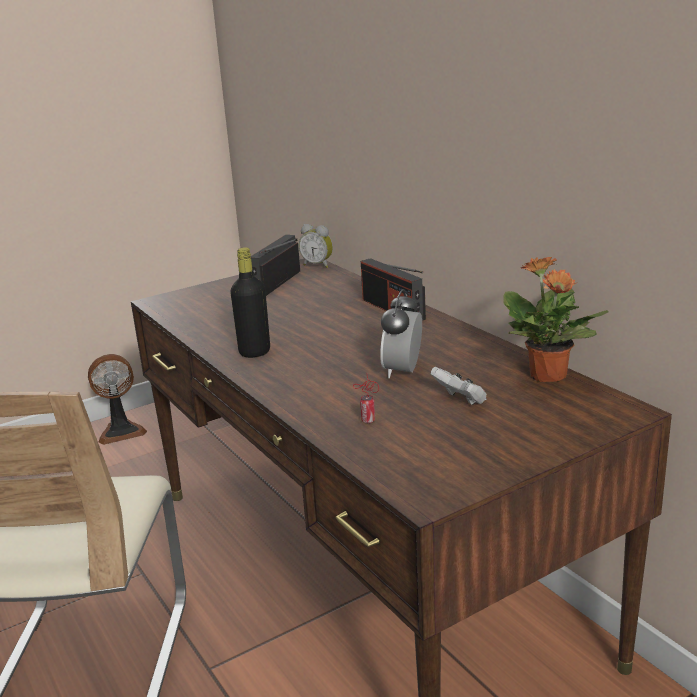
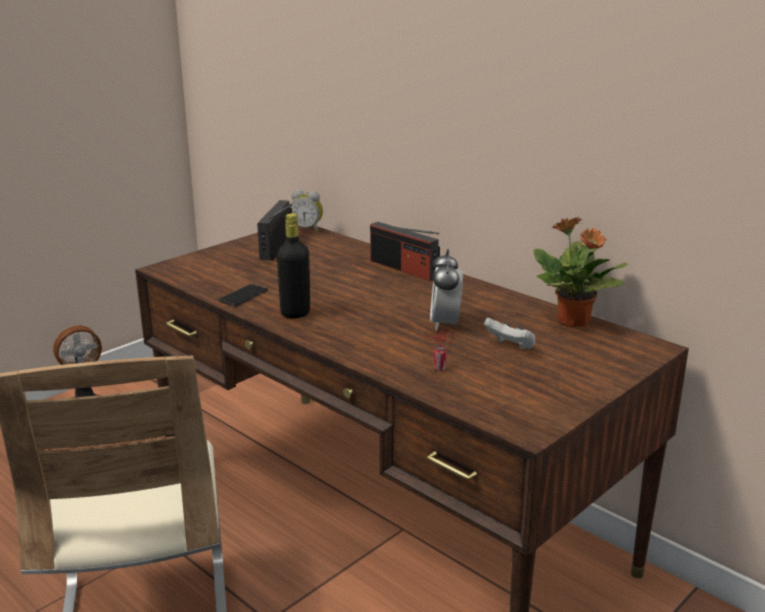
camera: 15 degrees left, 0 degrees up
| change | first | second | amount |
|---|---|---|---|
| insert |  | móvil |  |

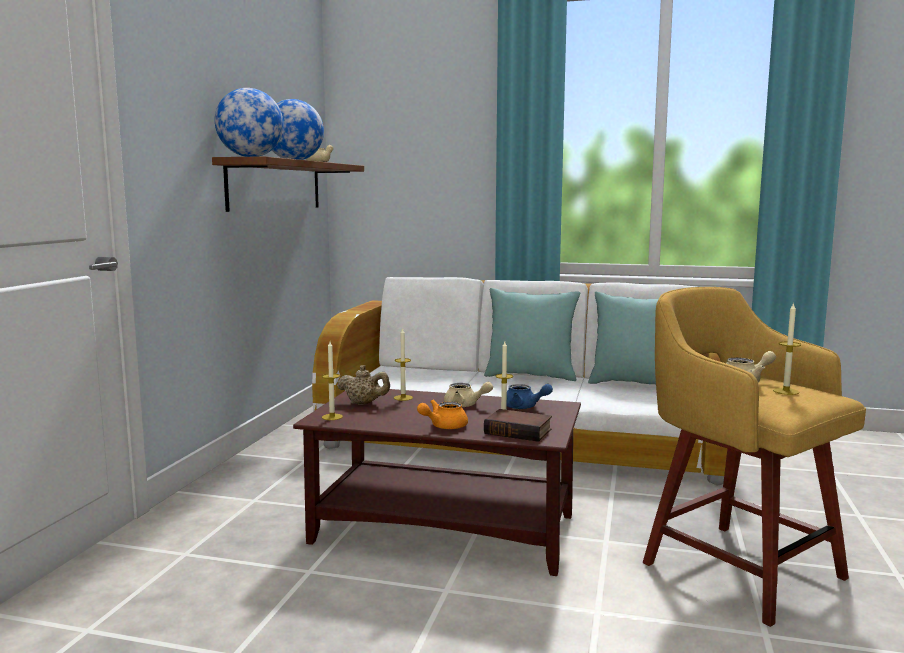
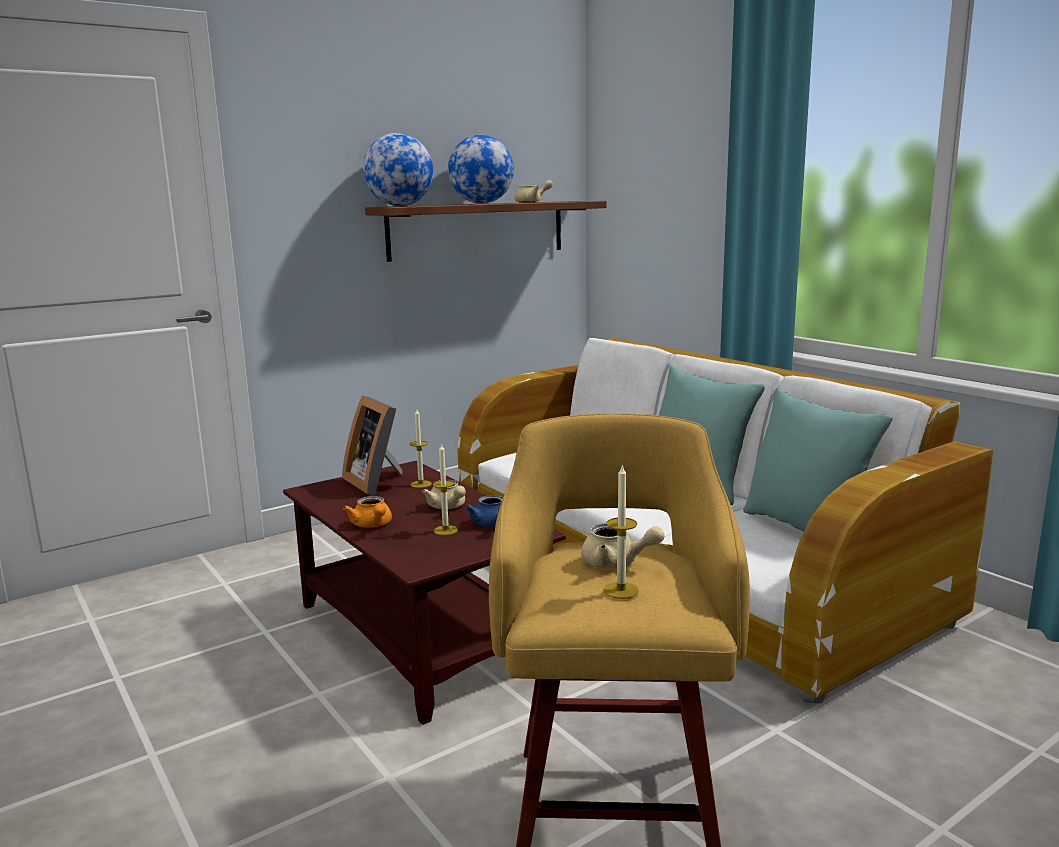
camera: 40 degrees right, 5 degrees up
| change | first | second | amount |
|---|---|---|---|
| replace | tetera (beis) (2nd from left) | portarretratos |  |
| rotate | tetera (naranja) |  | 120 degrees counterclockwise |
| delete | vela (1st from left) |  |  |
| delete | libro |  |  |

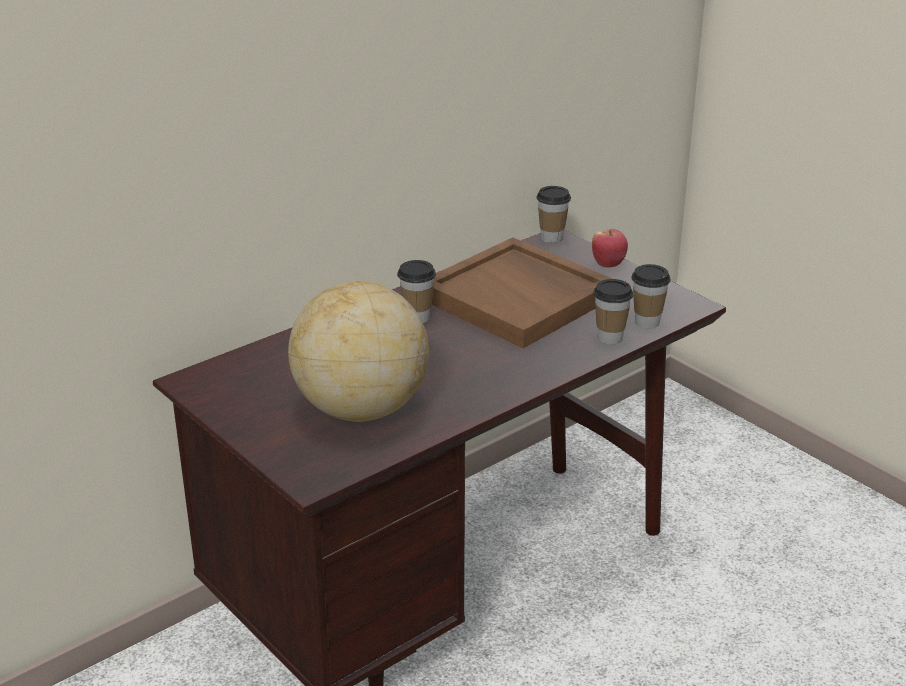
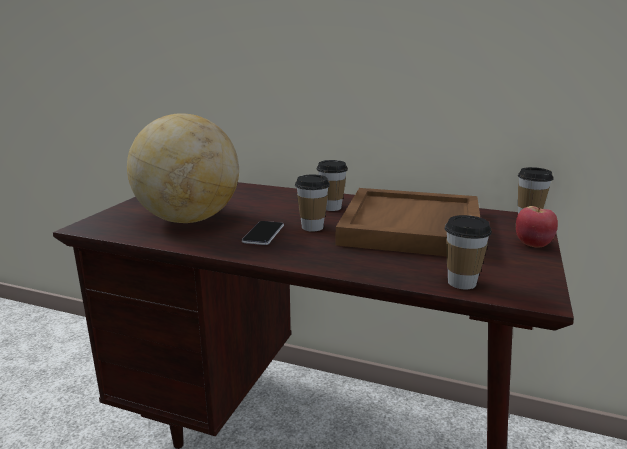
camera: 60 degrees right, 10 degrees down
| change | first | second | amount |
|---|---|---|---|
| insert |  | móvil |  |
| move | taza (3rd from left in the first image) | taza (1st from left) |  |

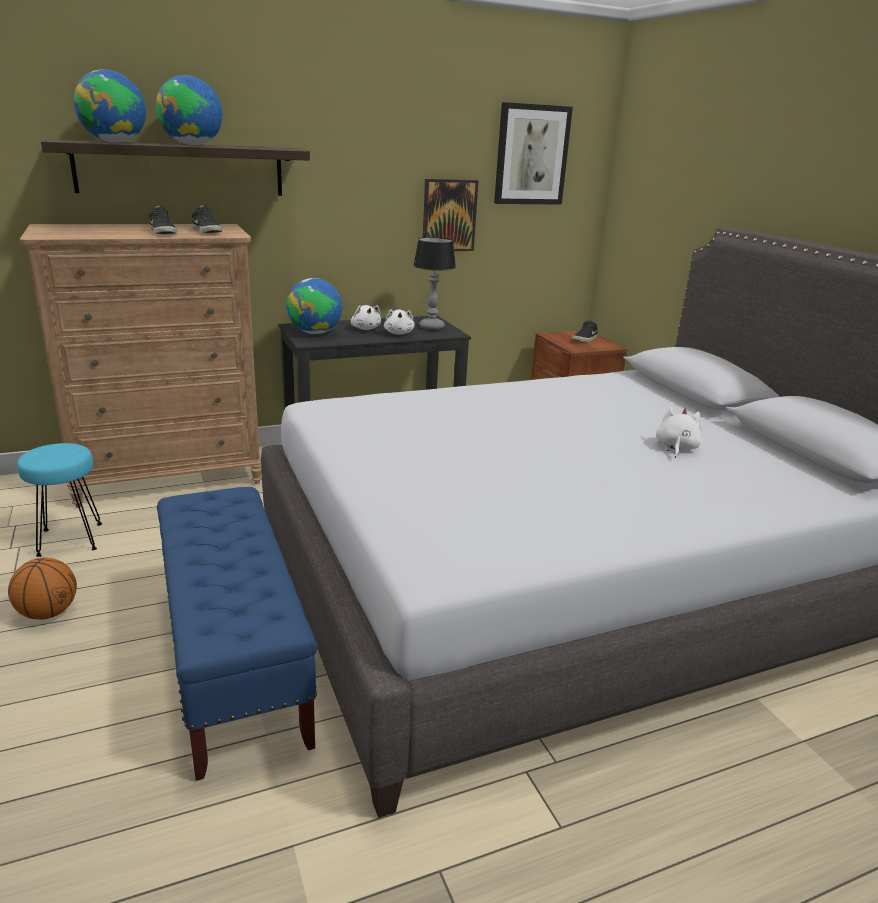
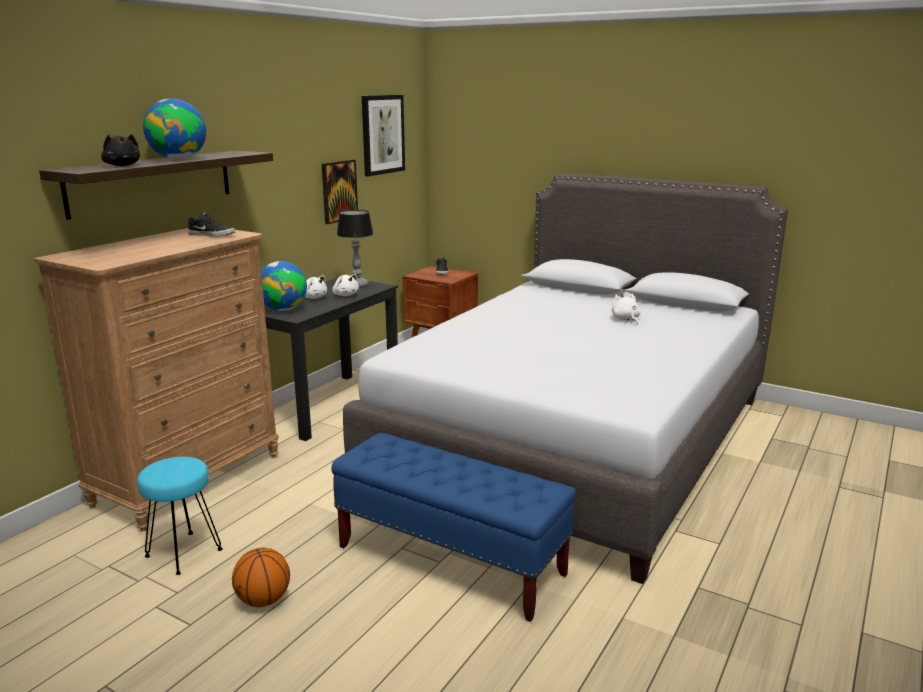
camera: 35 degrees left, 5 degrees down
| change | first | second | amount |
|---|---|---|---|
| replace | globo terráqueo (1st from left) | peluche (negro) |  |
| delete | zapato (negro) (1st from left) |  |  |

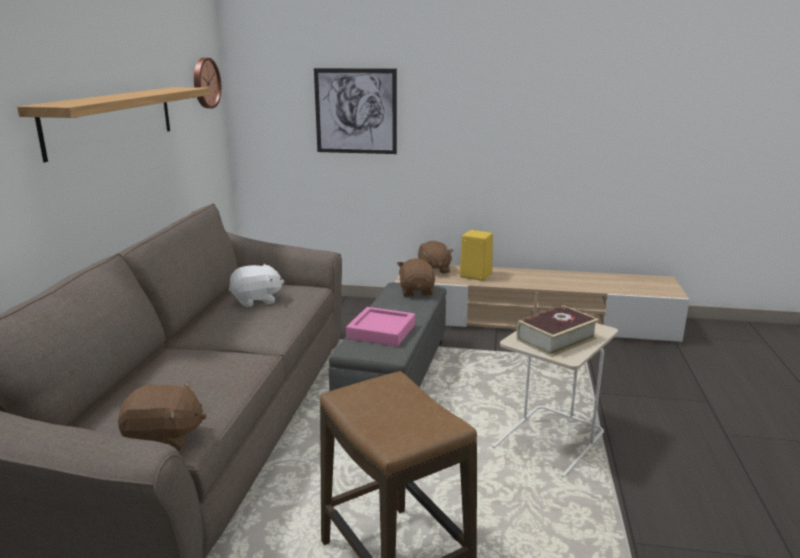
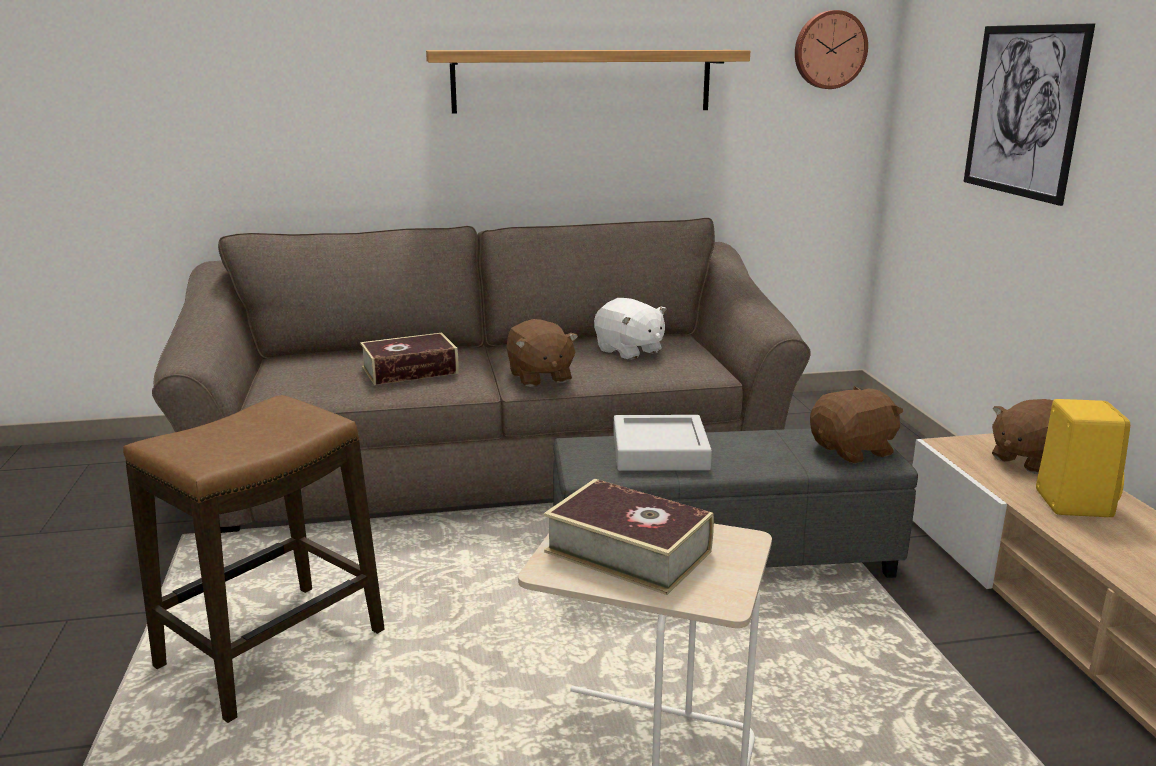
camera: 70 degrees right, 0 degrees up
| change | first | second | amount |
|---|---|---|---|
| insert |  | libro (1st from left) |  |
| move | peluche (marrón) (1st from left) |  |  |
| recolor | bandeja (rosa) | bandeja (gris) |  |

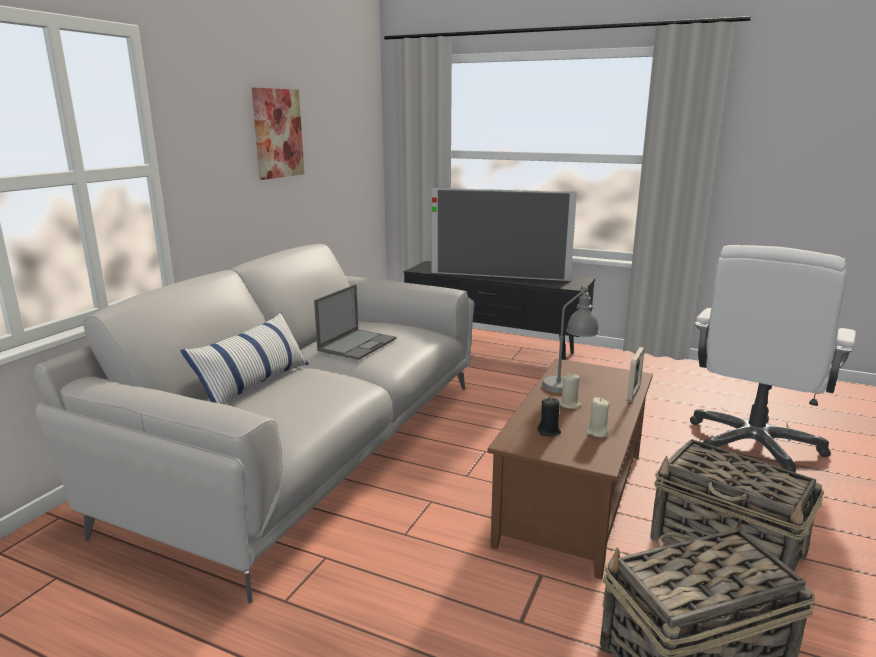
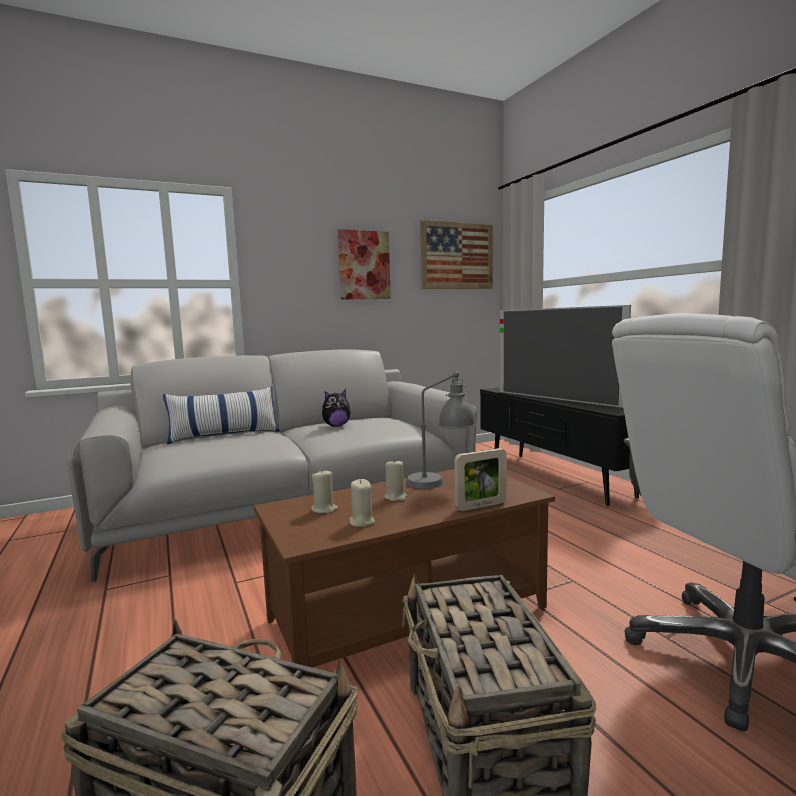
camera: 40 degrees right, 10 degrees down
| change | first | second | amount |
|---|---|---|---|
| recolor | vela (negro) | vela (beis) (1st from left) |  |
| replace | portátil | peluche |  |
| insert |  | cuadro (2nd from left) |  |

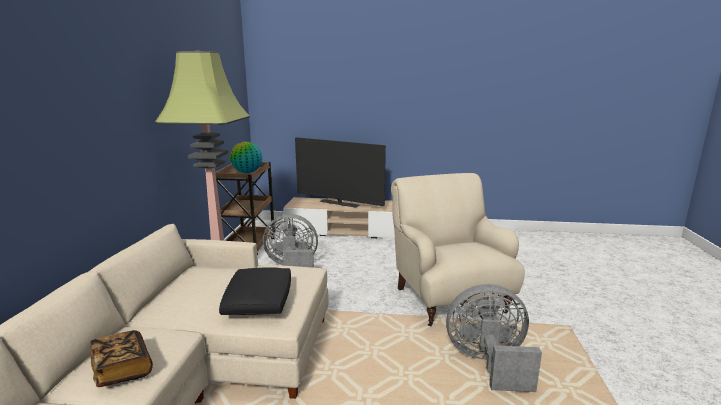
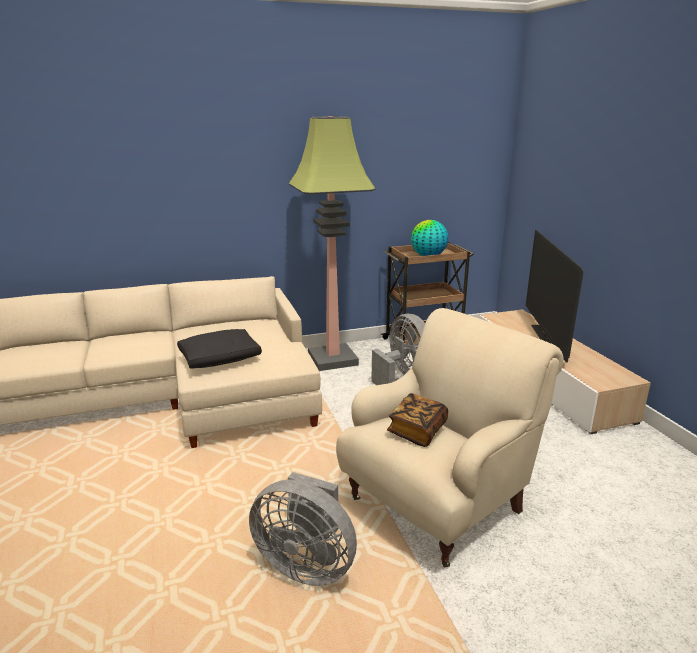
camera: 65 degrees right, 5 degrees up
| change | first | second | amount |
|---|---|---|---|
| rotate | ventilador (gris) (2nd from left in the first image) | ventilador (gris) (1st from left) | 135 degrees clockwise |
| move | libro |  |  |

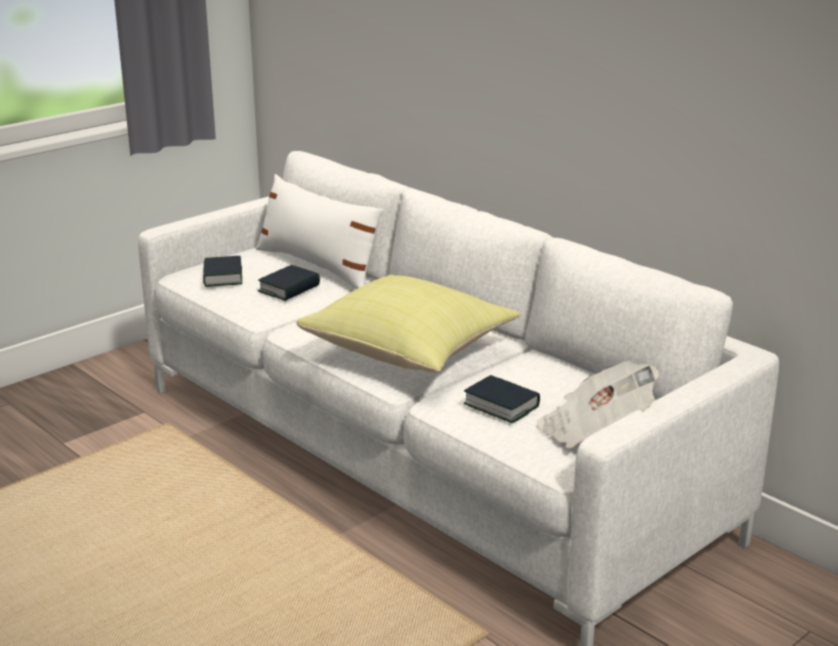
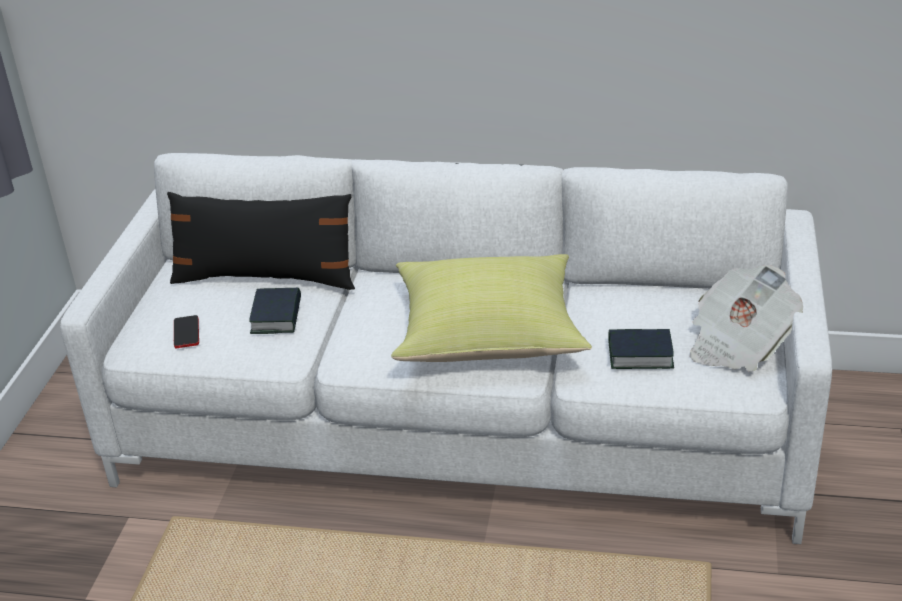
camera: 35 degrees left, 10 degrees up
| change | first | second | amount |
|---|---|---|---|
| recolor | cojín (blanco) | cojín (negro) |  |
| replace | libro (1st from left) | móvil |  |

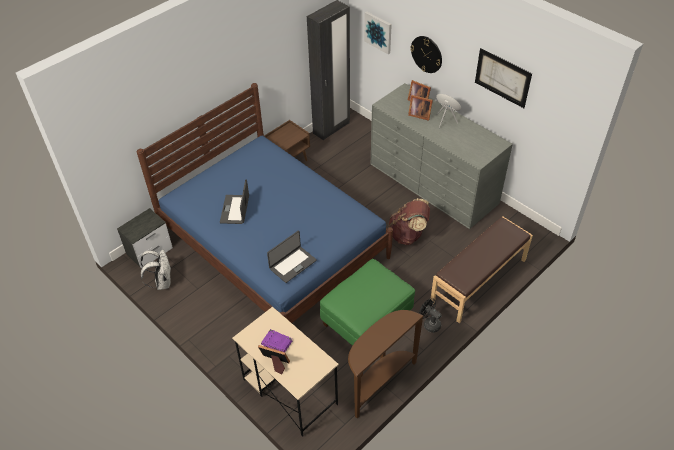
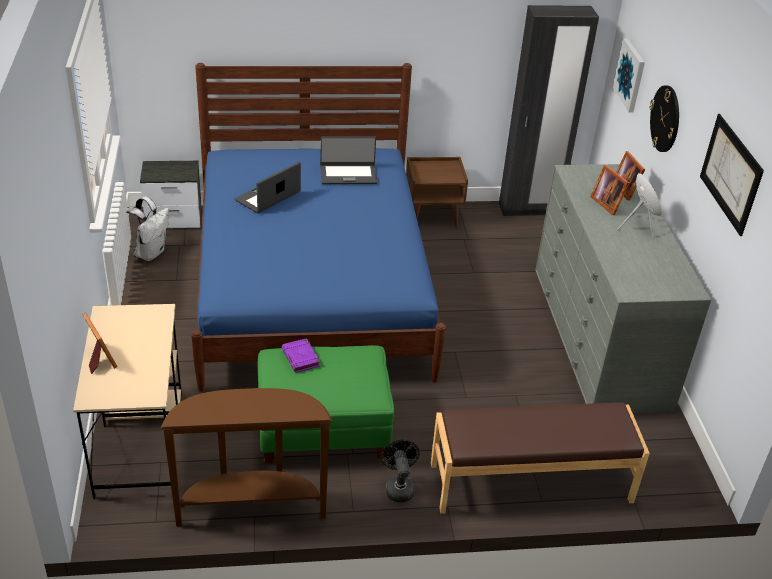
camera: 35 degrees right, 10 degrees down
| change | first | second | amount |
|---|---|---|---|
| move | libro (morado) |  |  |
| move | portátil (2nd from left) |  |  |
| delete | mochila (marrón) |  |  |

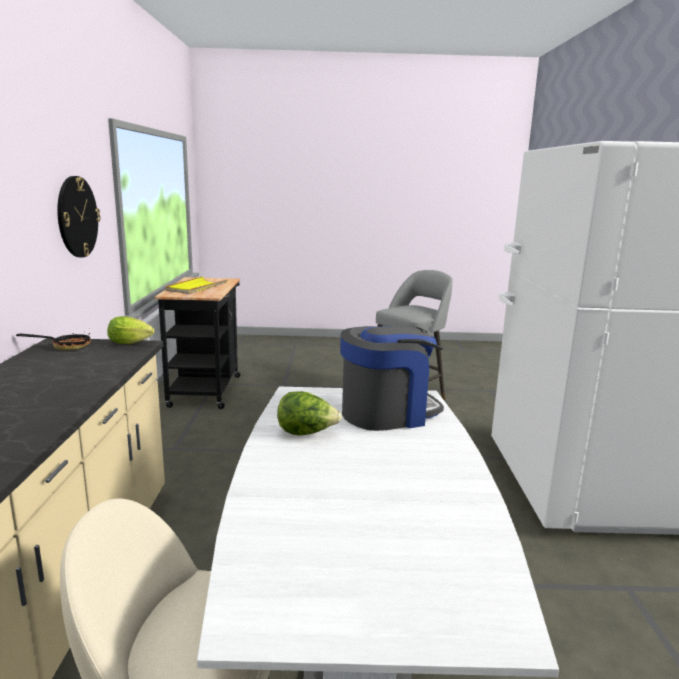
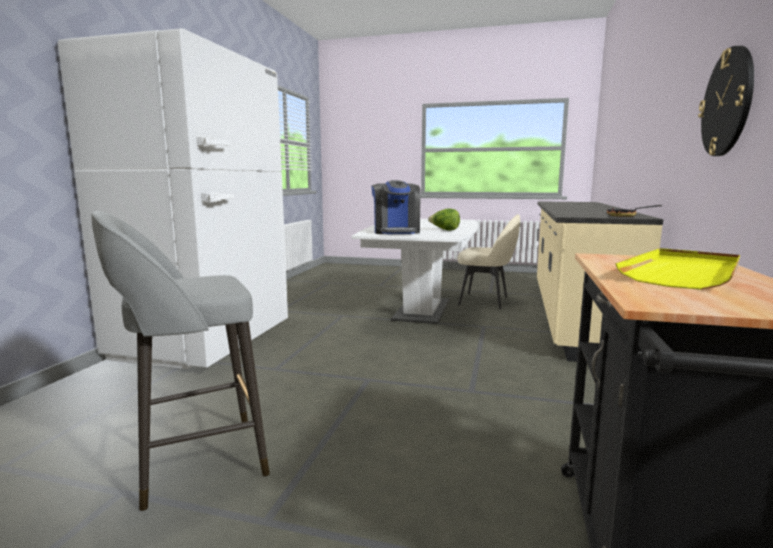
camera: 165 degrees left, 5 degrees down
| change | first | second | amount |
|---|---|---|---|
| rotate | cafetera |  | 90 degrees counterclockwise |
| delete | lechuga (1st from left) |  |  |

